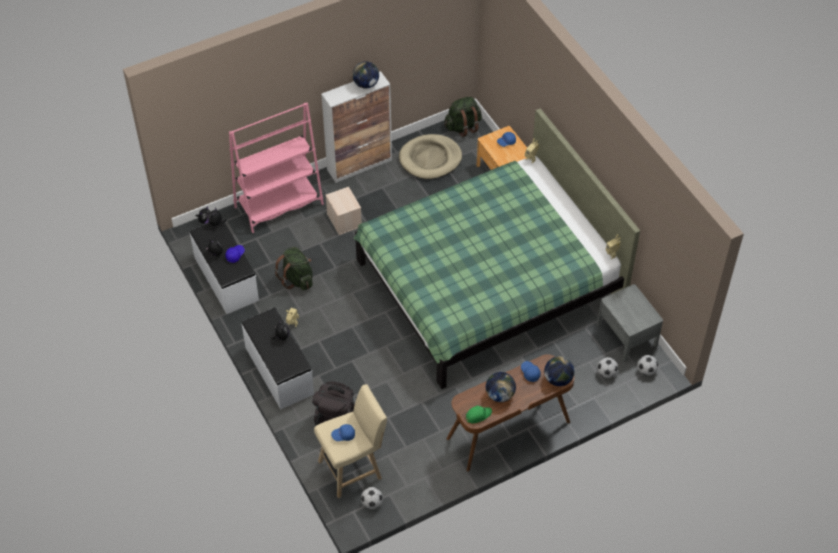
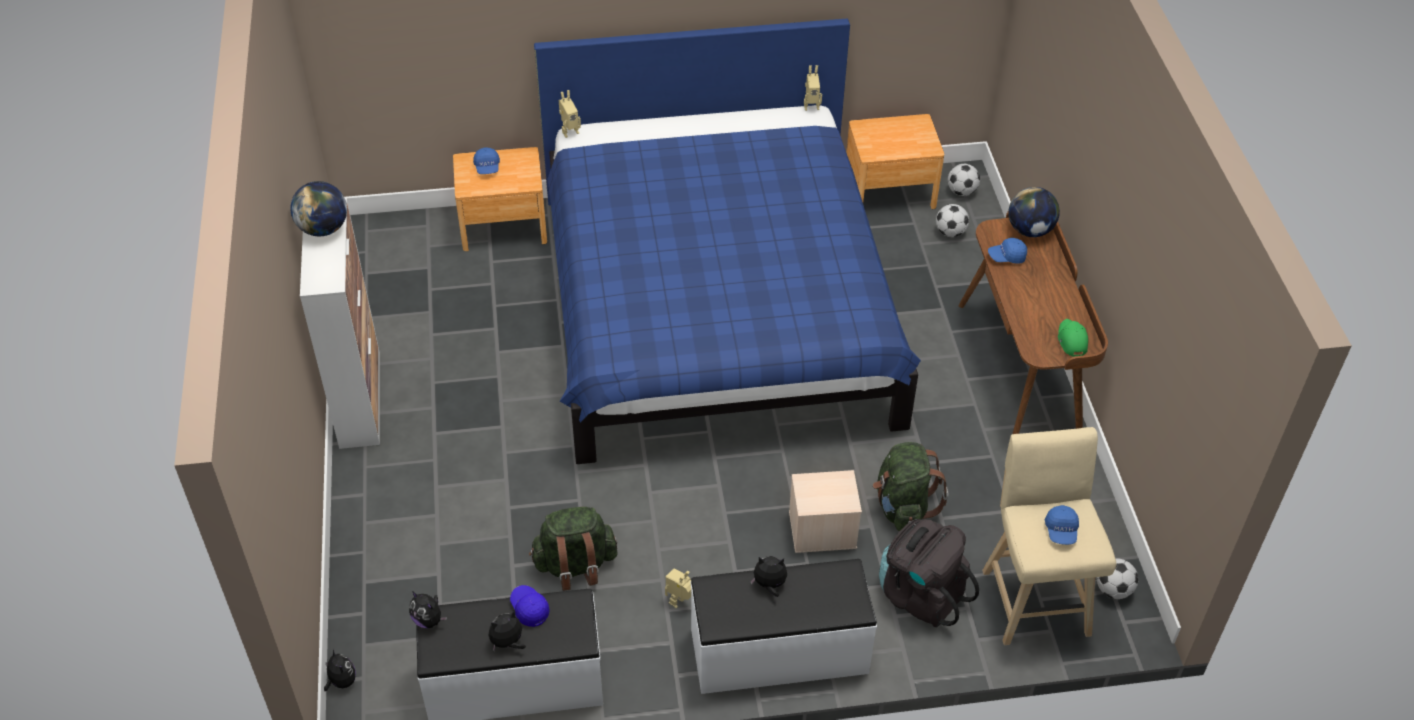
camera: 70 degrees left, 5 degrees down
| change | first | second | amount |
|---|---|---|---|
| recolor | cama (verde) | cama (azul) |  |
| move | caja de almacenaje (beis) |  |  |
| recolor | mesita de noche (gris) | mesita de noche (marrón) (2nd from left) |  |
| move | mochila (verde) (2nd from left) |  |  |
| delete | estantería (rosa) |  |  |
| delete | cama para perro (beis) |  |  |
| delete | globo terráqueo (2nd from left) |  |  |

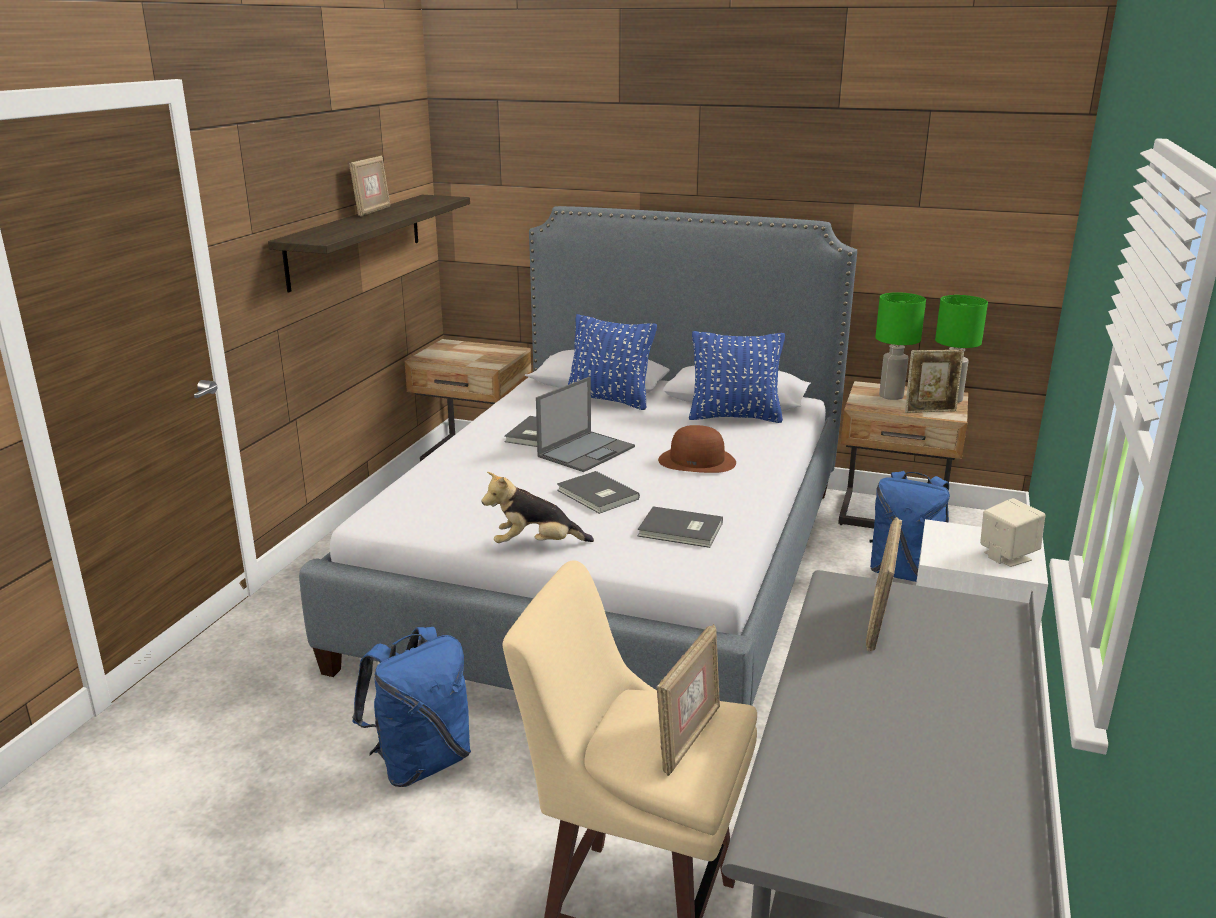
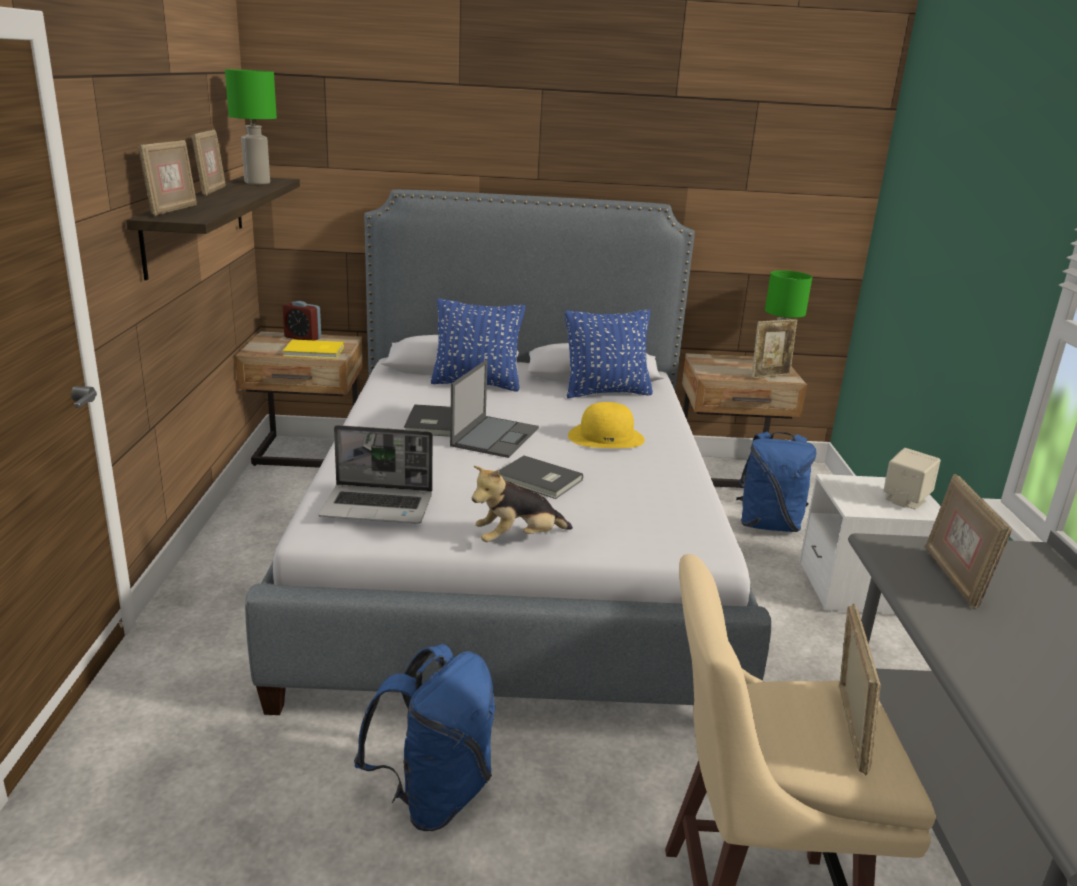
camera: 20 degrees left, 0 degrees up
| change | first | second | amount |
|---|---|---|---|
| insert |  | portarretratos (1st from left) |  |
| move | lámpara de mesa (verde) (1st from left) |  |  |
| insert |  | despertador |  |
| insert |  | libro (amarillo) |  |
| insert |  | portátil (1st from left) |  |
| recolor | sombrero (marrón) | sombrero (amarillo) |  |
| delete | libro (gris) (3rd from left) |  |  |

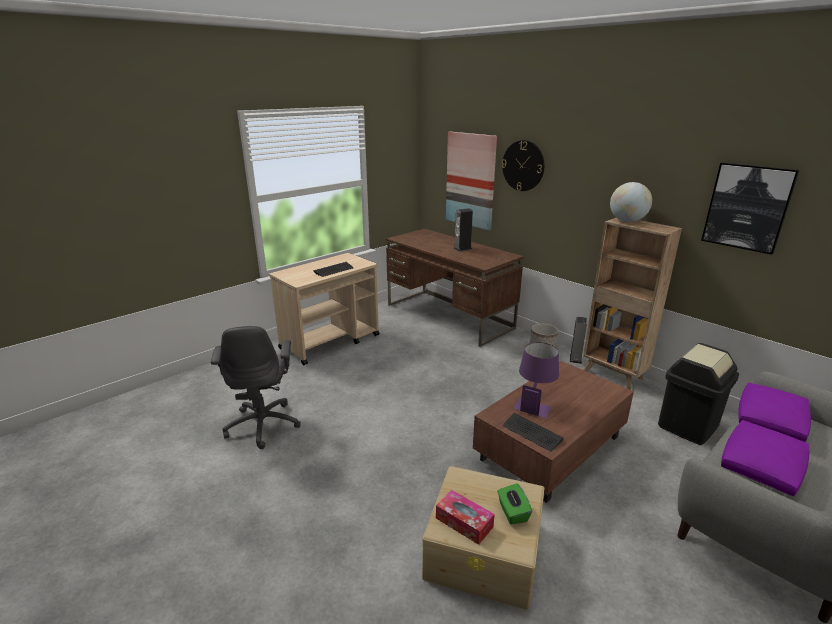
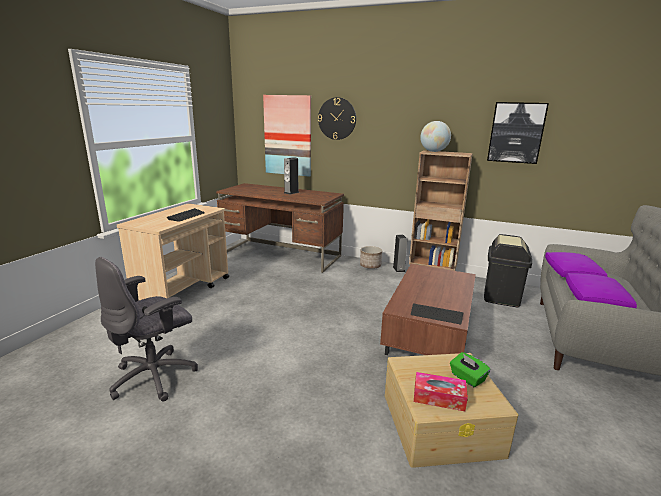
camera: 25 degrees left, 5 degrees down
| change | first | second | amount |
|---|---|---|---|
| rotate | silla de oficina (gris) |  | 75 degrees clockwise |
| delete | lámpara de mesa (morado) |  |  |

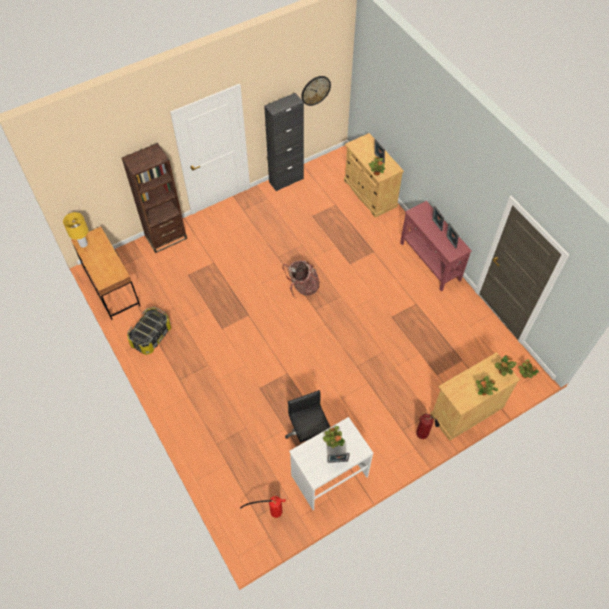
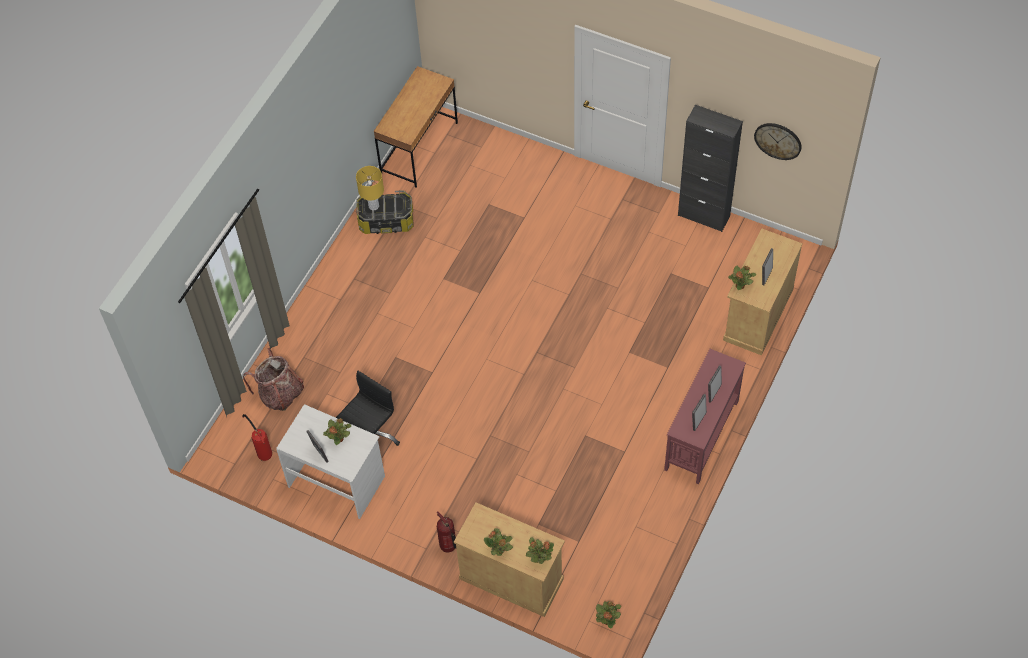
camera: 60 degrees right, 0 degrees up
| change | first | second | amount |
|---|---|---|---|
| move | mochila |  |  |
| move | lámpara de mesa (amarillo) |  |  |
| delete | estantería (marrón) |  |  |

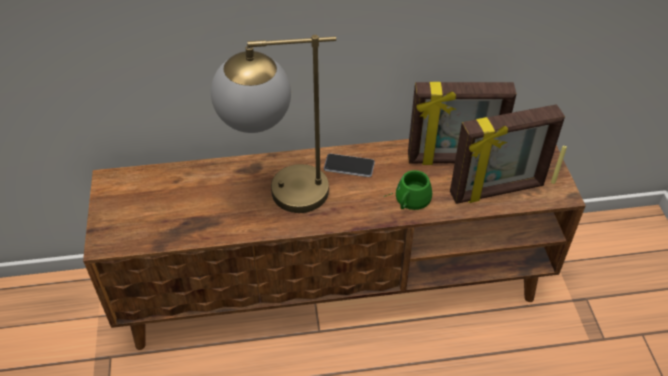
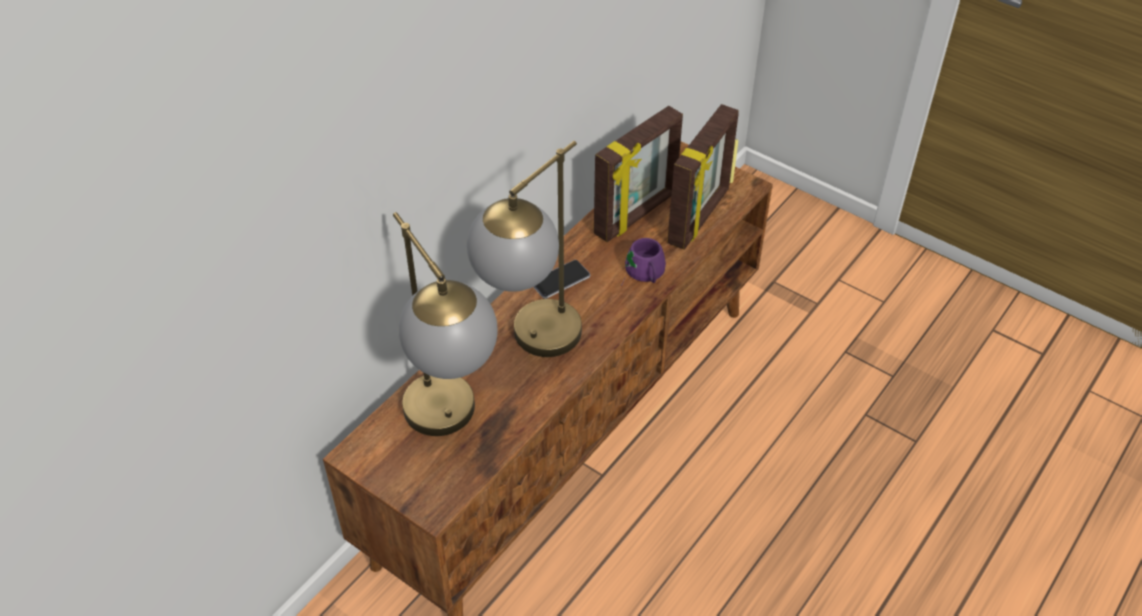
camera: 45 degrees left, 0 degrees up
| change | first | second | amount |
|---|---|---|---|
| insert |  | lámpara de mesa (1st from left) |  |
| recolor | taza grande (verde) | taza grande (morado) |  |

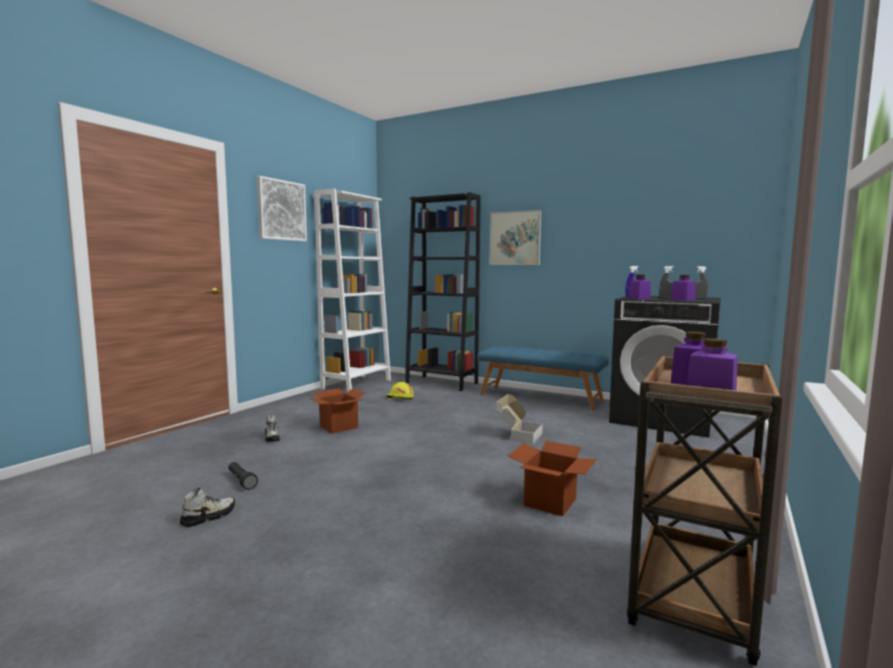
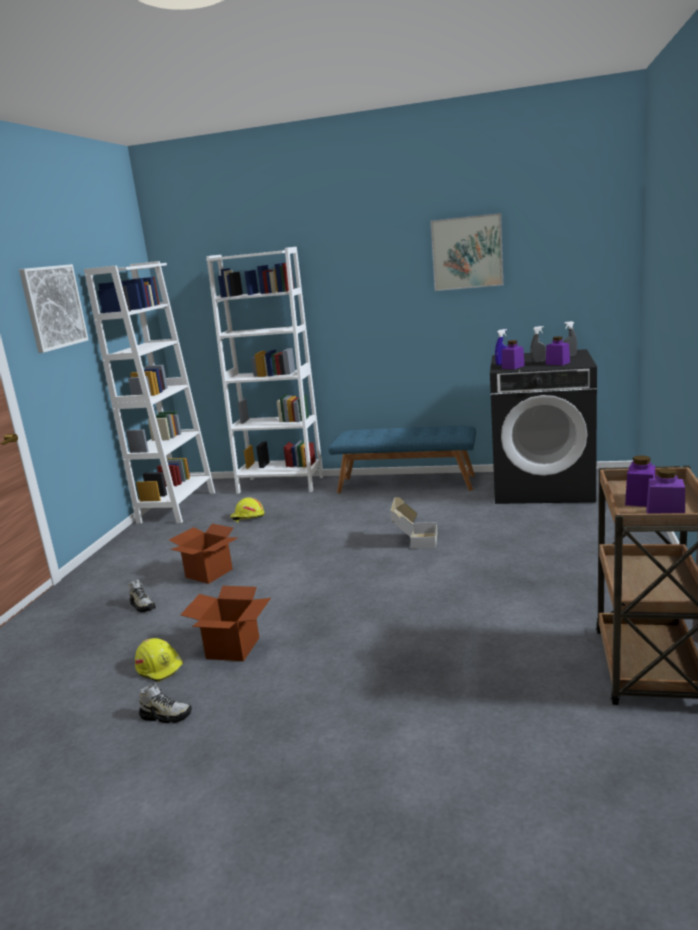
camera: 15 degrees left, 10 degrees up
| change | first | second | amount |
|---|---|---|---|
| replace | linterna (negro) | casco (amarillo) (1st from left) |  |
| rotate | zapato (1st from left in the first image) | zapato (2nd from left) | 75 degrees clockwise |
| move | caja de cartón (3rd from left in the first image) | caja de cartón (2nd from left) |  |
| recolor | estantería (negro) | estantería (blanco) (2nd from left) |  |
| move | cuadro (2nd from left) |  |  |

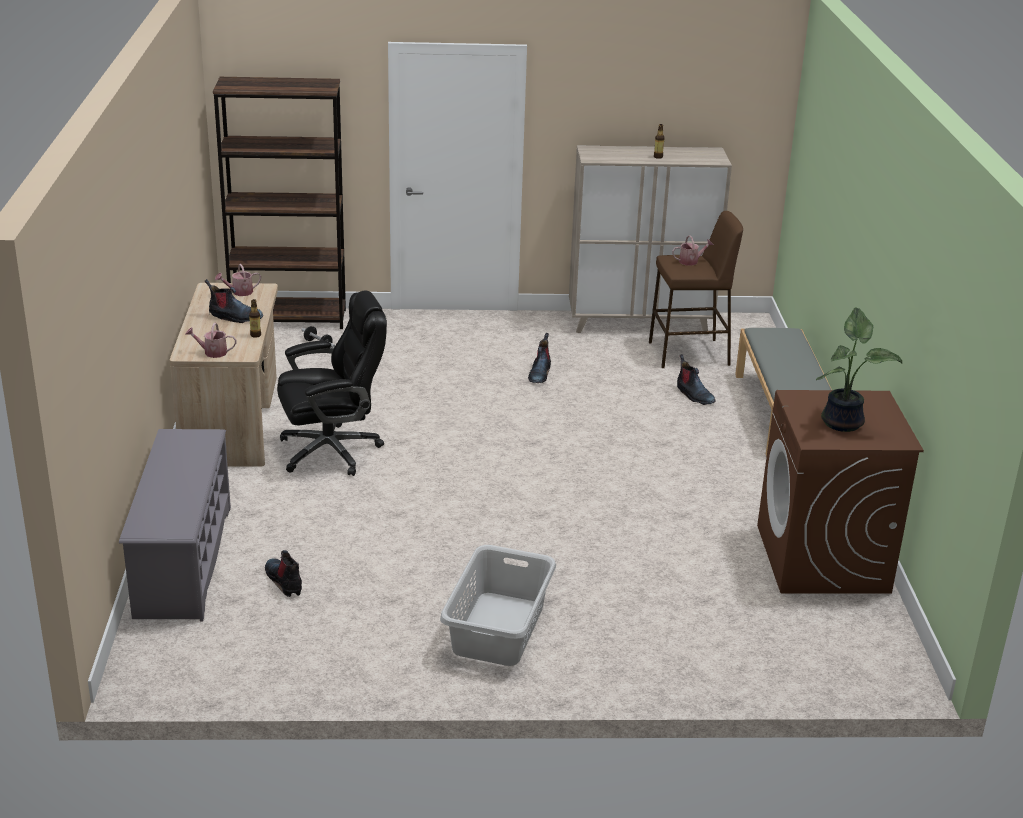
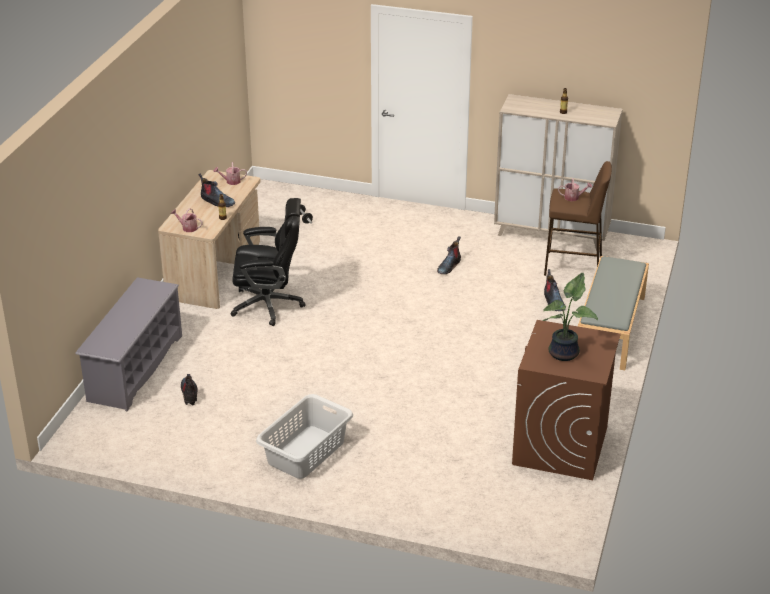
camera: 20 degrees right, 5 degrees up
| change | first | second | amount |
|---|---|---|---|
| delete | estantería (marrón) |  |  |

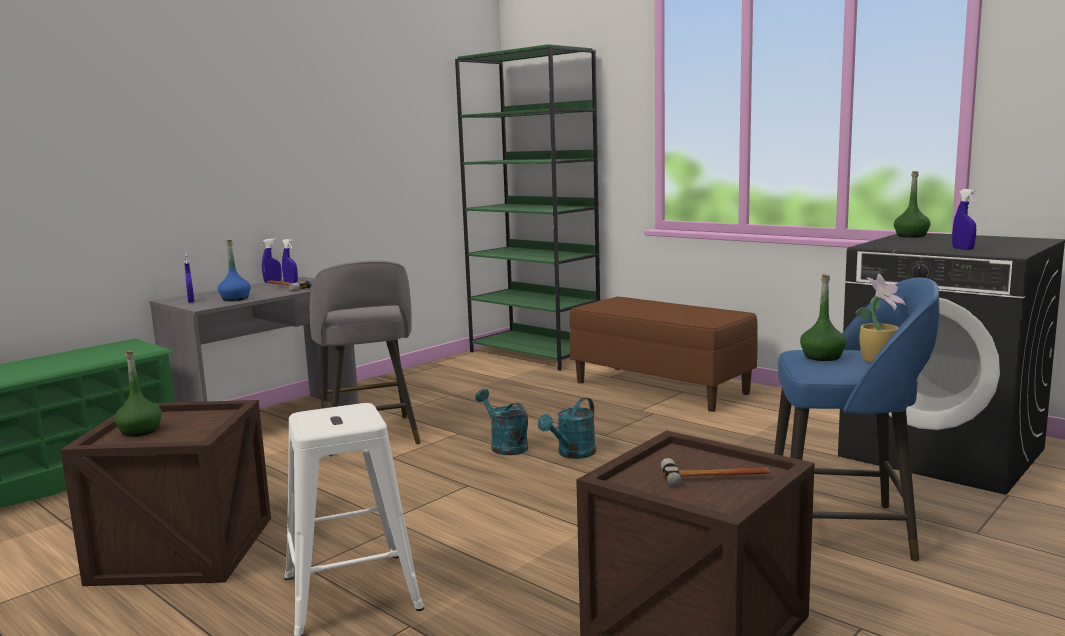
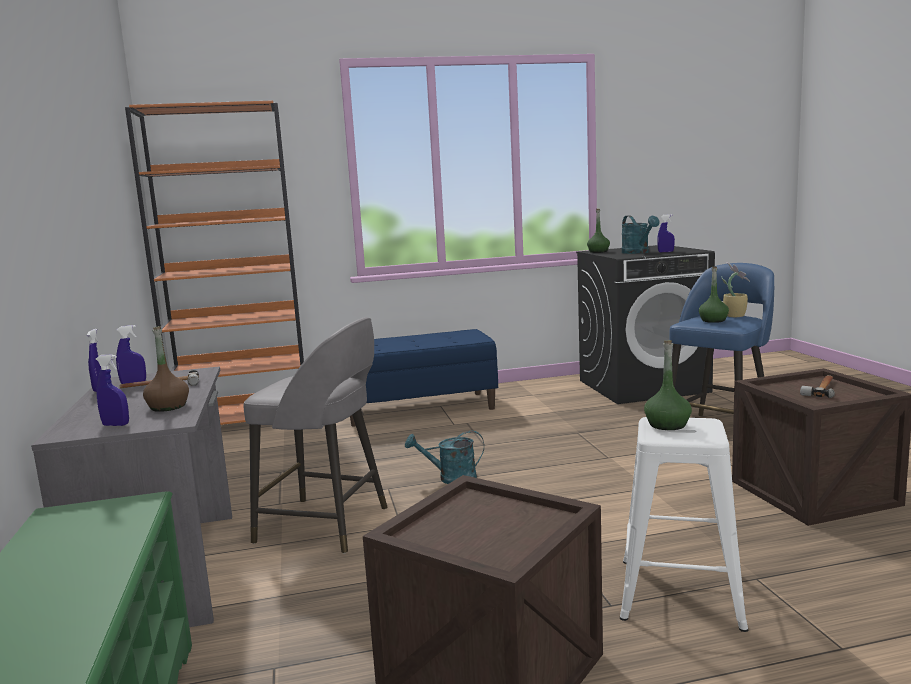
camera: 55 degrees left, 0 degrees up
| change | first | second | amount |
|---|---|---|---|
| recolor | estantería (verde) | estantería (naranja) |  |
| recolor | botella (azul) | botella (marrón) |  |
| recolor | banco (marrón) | banco (azul) |  |
| move | regadera (turquesa) (2nd from left) |  |  |
| move | botella (verde) (1st from left in the first image) | botella (verde) (2nd from left) |  |

